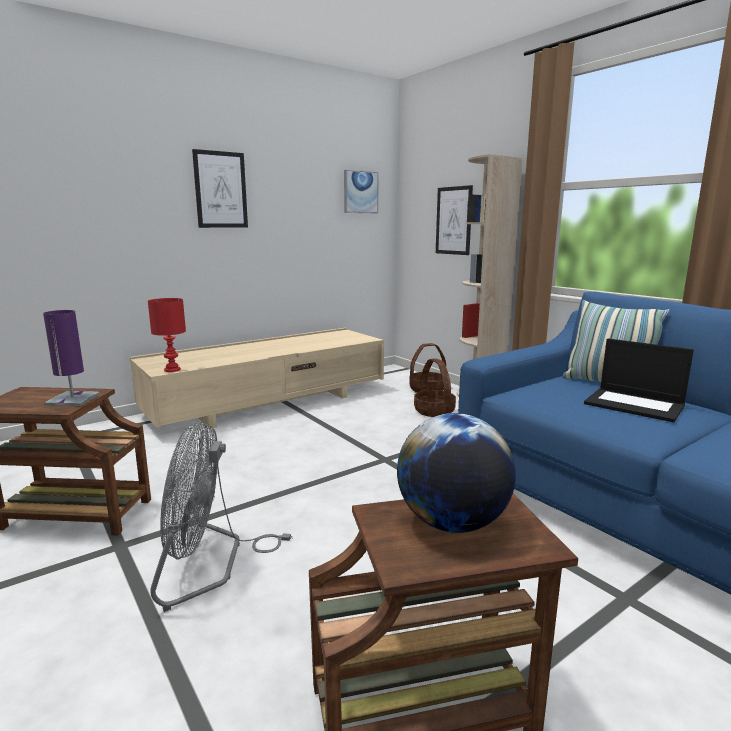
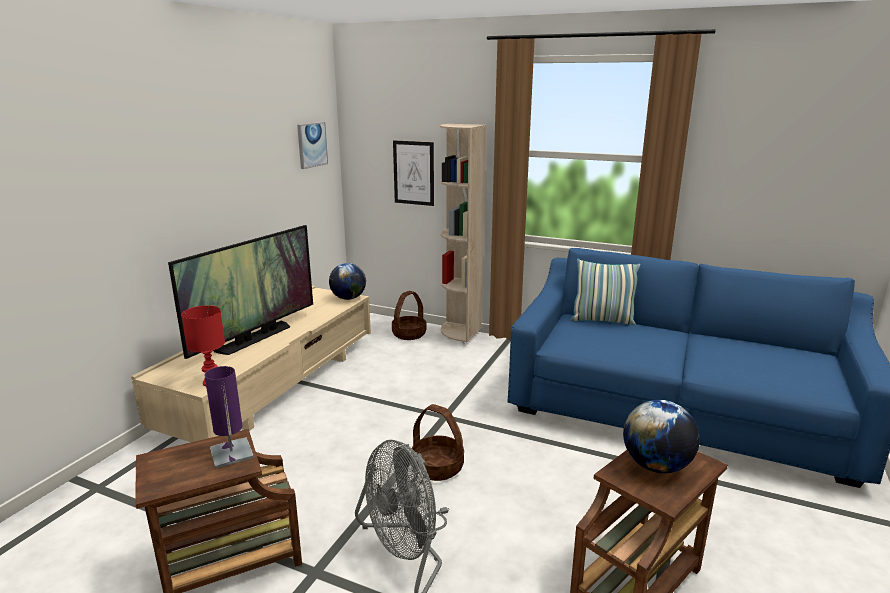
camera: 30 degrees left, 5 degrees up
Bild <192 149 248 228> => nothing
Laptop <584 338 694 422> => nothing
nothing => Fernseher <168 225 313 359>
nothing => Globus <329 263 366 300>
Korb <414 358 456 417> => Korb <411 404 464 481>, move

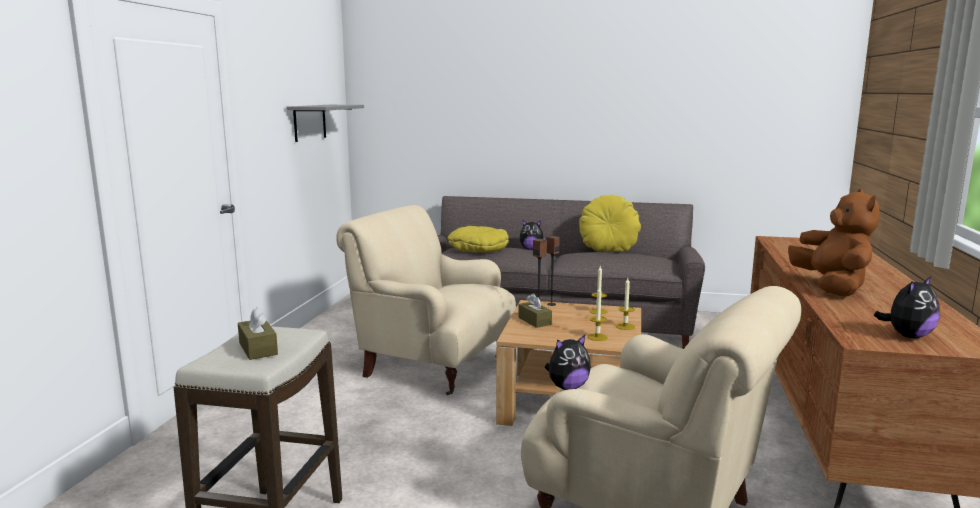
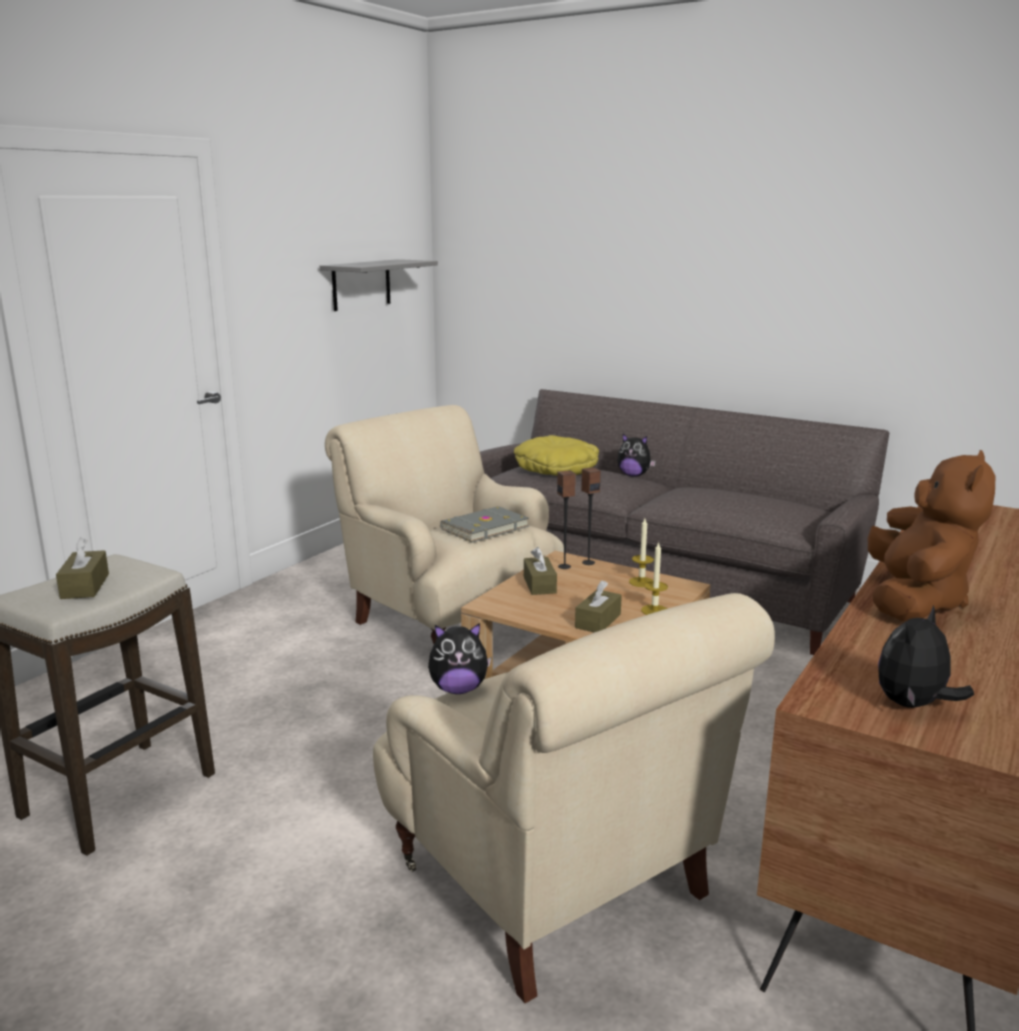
camera: 20 degrees right, 5 degrees up
Kissen (gelb) <579 195 641 252> => nothing
nothing => Buch (grau) <440 506 529 542>
Kerze <588 286 608 341> => Taschentuchbox (braun) <575 581 622 632>
Plüschtier <874 276 940 338> => Plüschtier <878 605 974 708>, 150 degrees clockwise

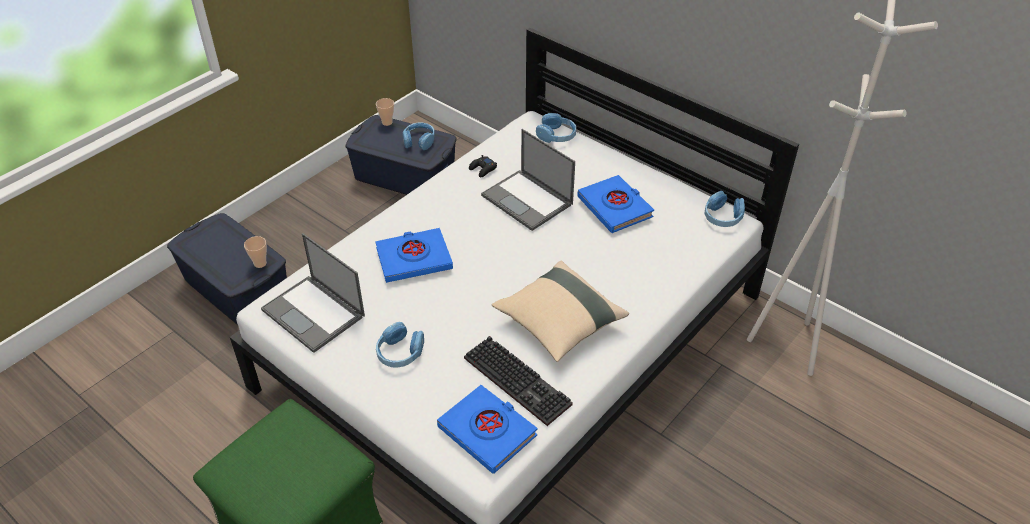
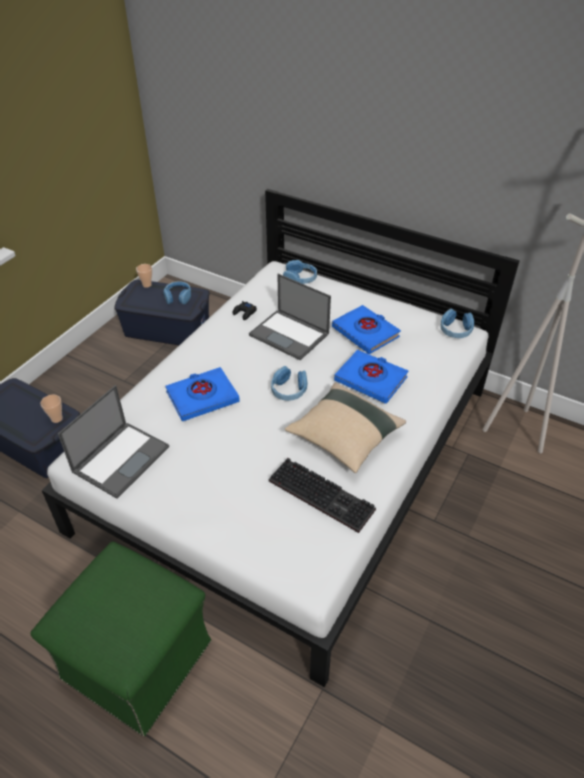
camera: 10 degrees left, 0 degrees up
Kopfhörer (blau) <376 322 424 368> => Kopfhörer (blau) <271 366 307 401>, move
Buch (blau) <437 385 538 474> => Buch (blau) <334 350 408 404>, move
Laptop <261 233 365 353> => Laptop <58 385 169 499>, 90 degrees counterclockwise

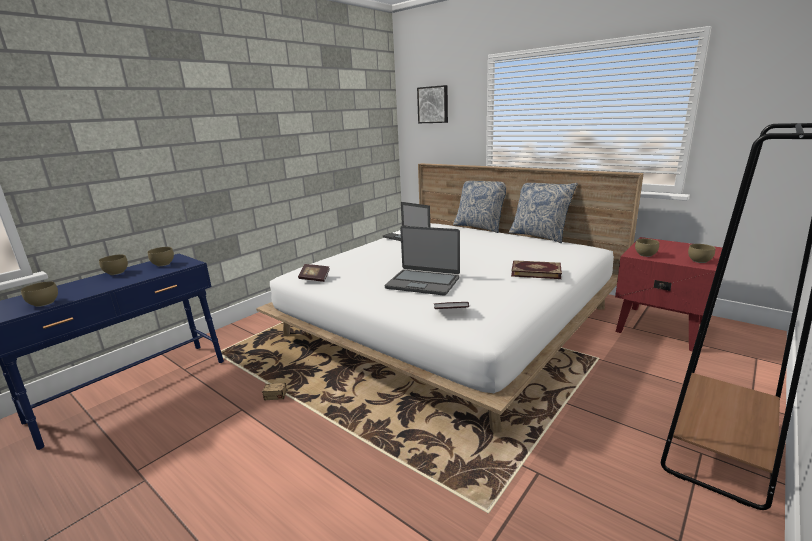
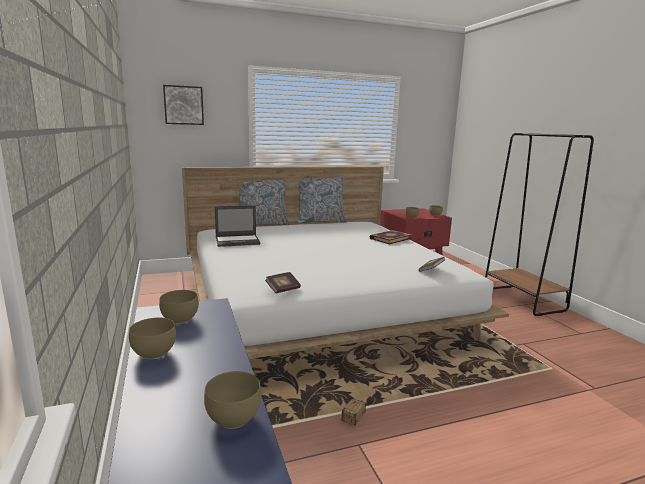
camera: 60 degrees left, 5 degrees down
Laptop <385 226 460 296> => nothing

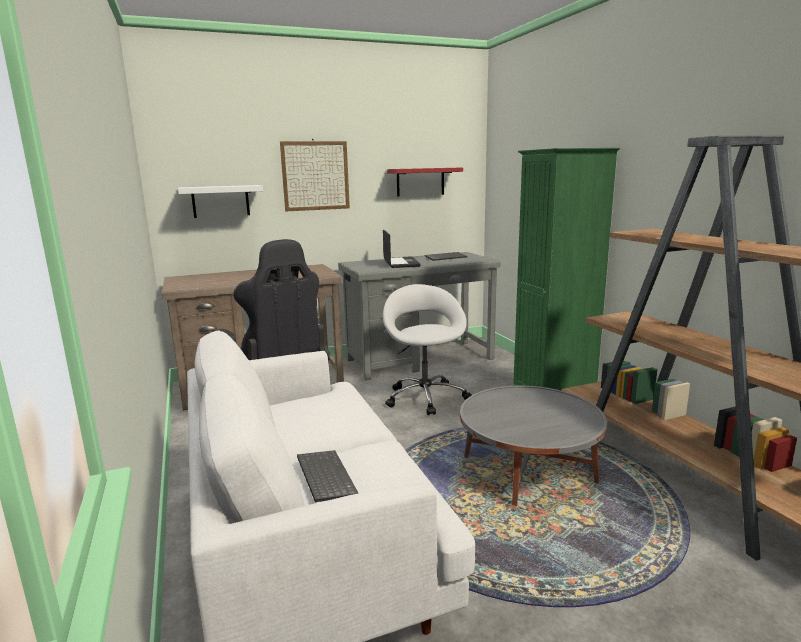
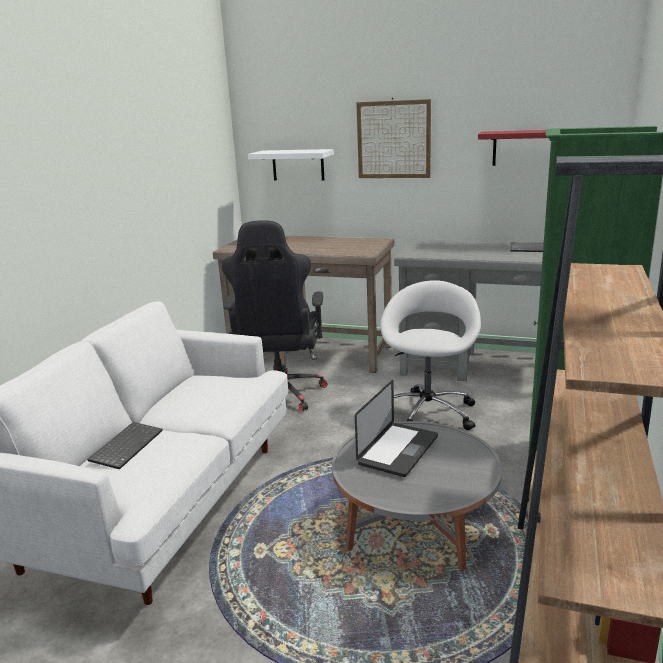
camera: 40 degrees right, 5 degrees up
Laptop <383 229 421 268> => Laptop <355 380 438 477>, move

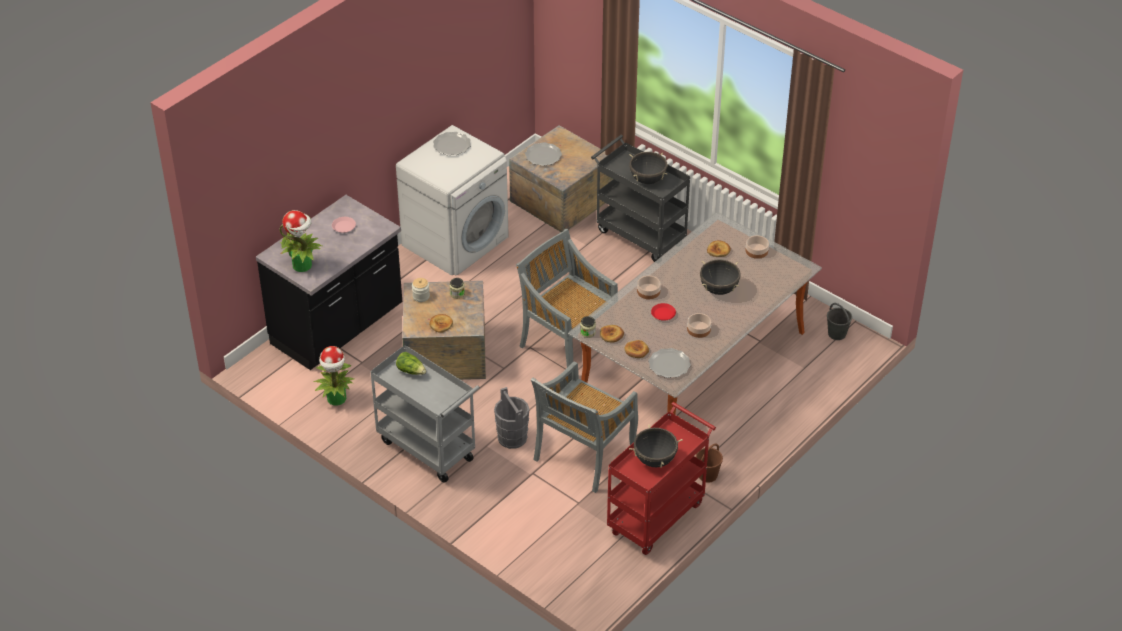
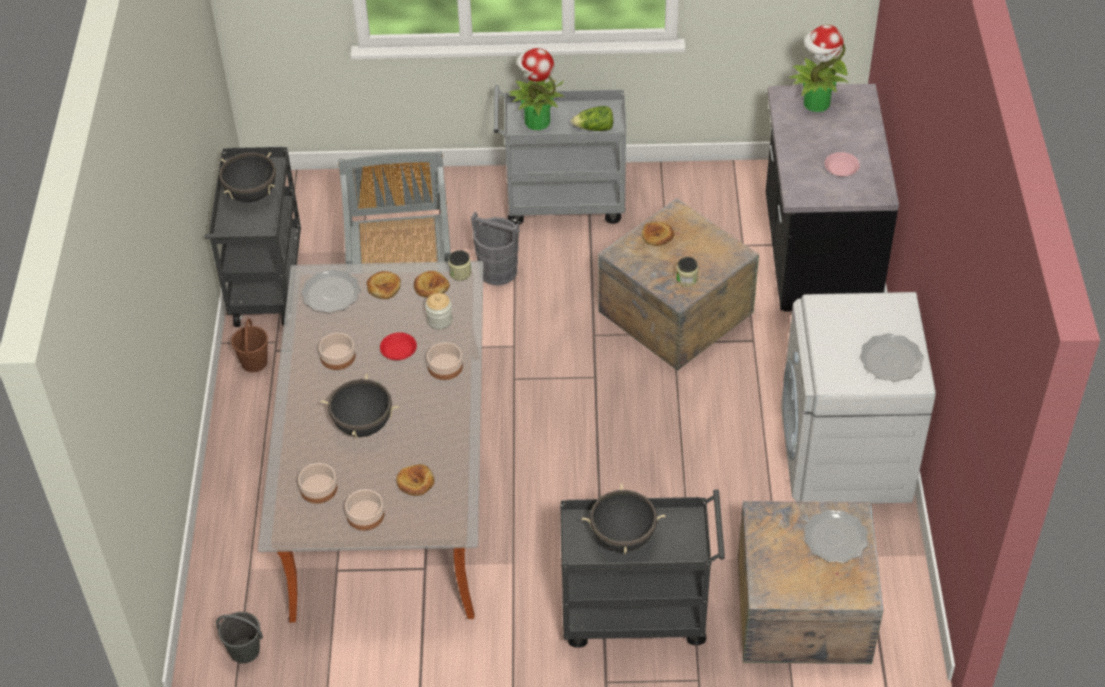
camera: 140 degrees right, 5 degrees up
Stuhl (grau) <516 229 618 368> => nothing
nothing => Schüssel <298 463 337 504>
Topfpflanze <314 346 354 406> => Topfpflanze <508 48 565 130>, move
Vorratsglas <412 278 430 302> => Vorratsglas <425 293 453 330>, move
Rollwagen (rot) <607 402 716 555> => Rollwagen (grau) <205 147 301 327>

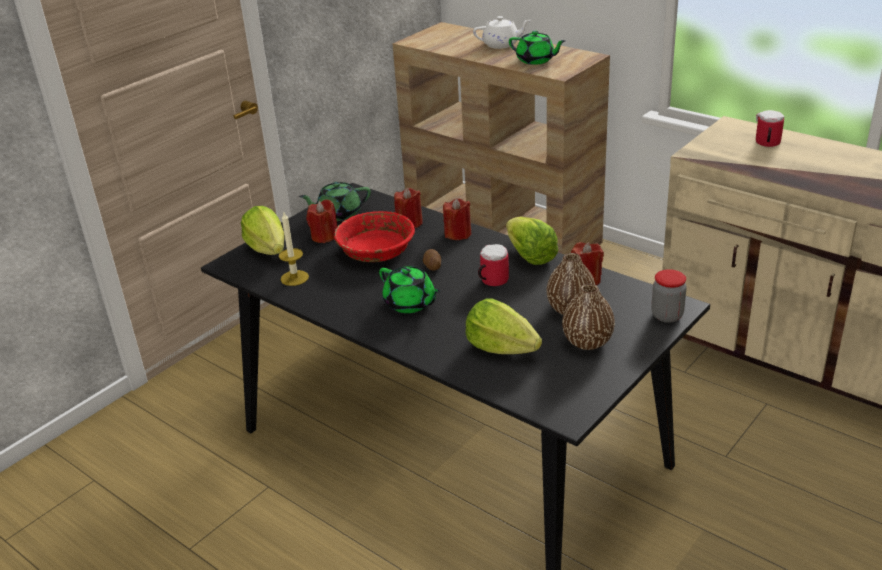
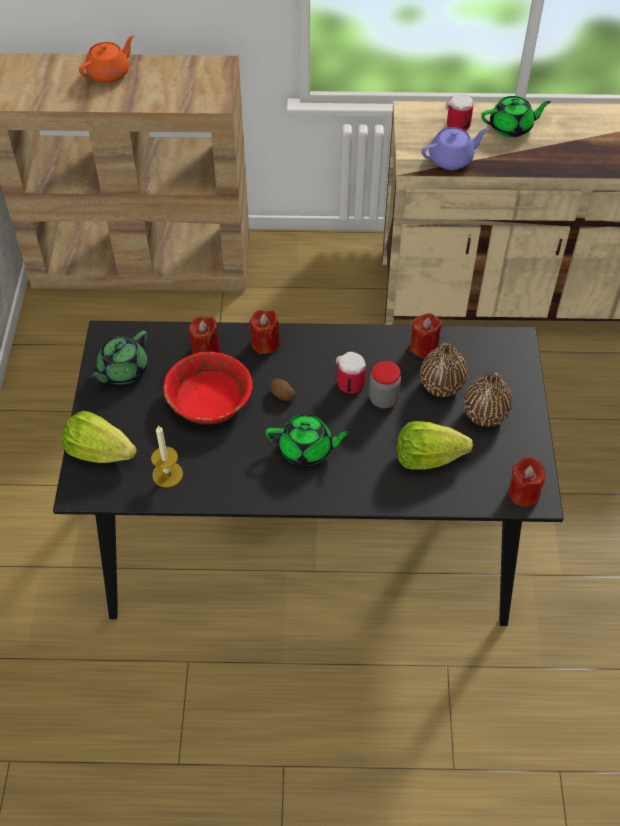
camera: 40 degrees left, 20 degrees up
Salatkopf <506 216 558 265> => nothing
nothing => Teekanne (lila) <421 127 489 170>
Kerze (rot) <306 199 338 243> => Kerze (rot) <508 457 546 506>, move
Teekanne (grün) <509 31 565 65> => Teekanne (grün) <481 96 551 138>, move
Vorratsglas <651 269 687 323> => Vorratsglas <369 361 401 408>, move
Teekanne (weiß) <473 16 531 49> => Teekanne (orange) <79 36 134 83>

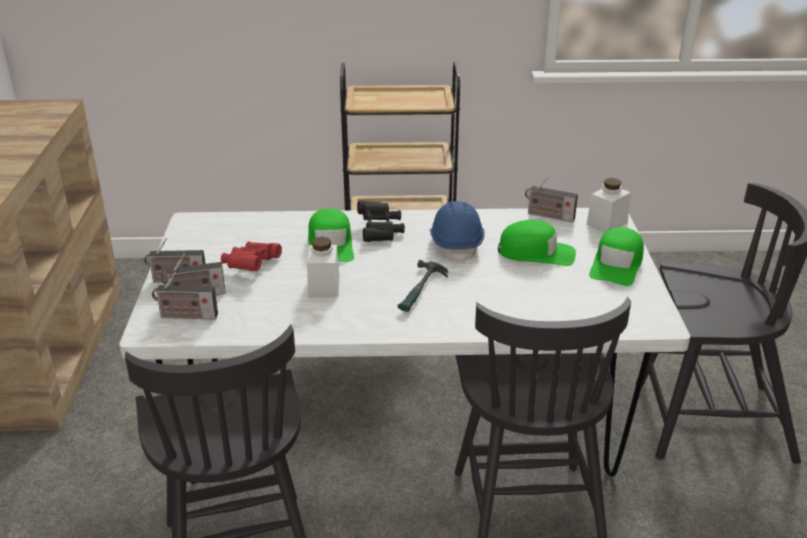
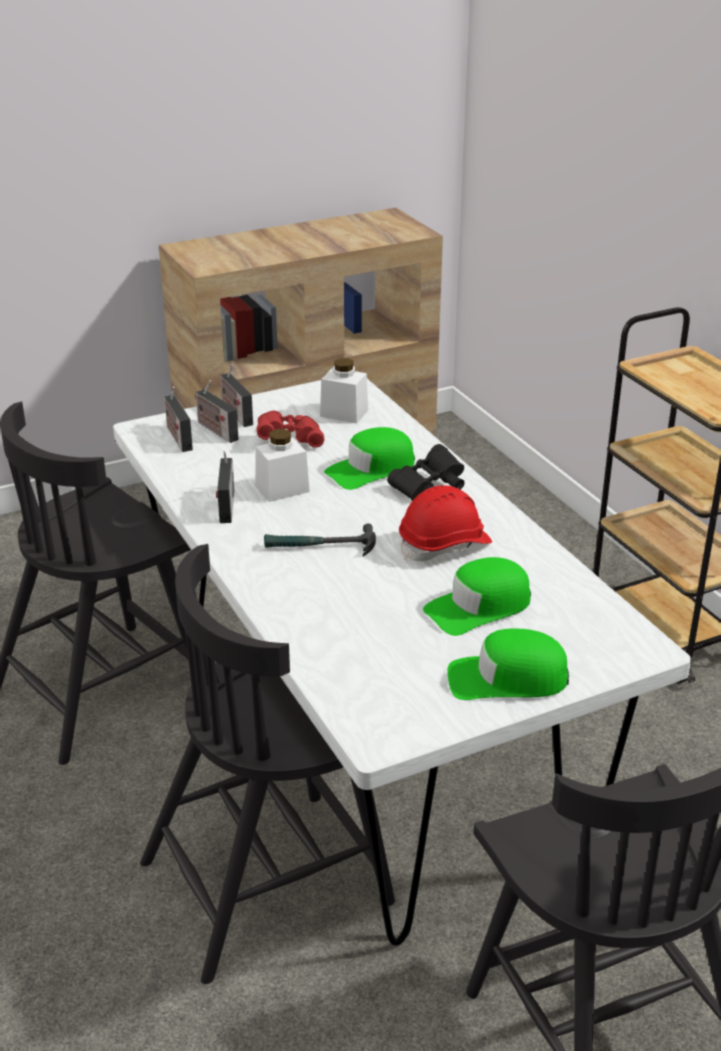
camera: 65 degrees right, 0 degrees up
Radio <525 176 578 222> => Radio <216 450 234 523>, move
Vorratsglas (weiß) <586 178 631 233> => Vorratsglas (weiß) <320 358 368 423>, move
Schutzhelm (blau) <430 201 485 264> => Schutzhelm (rot) <399 485 492 562>
Kappe (grün) <498 220 576 266> => Kappe (grün) <423 557 531 636>, 75 degrees clockwise

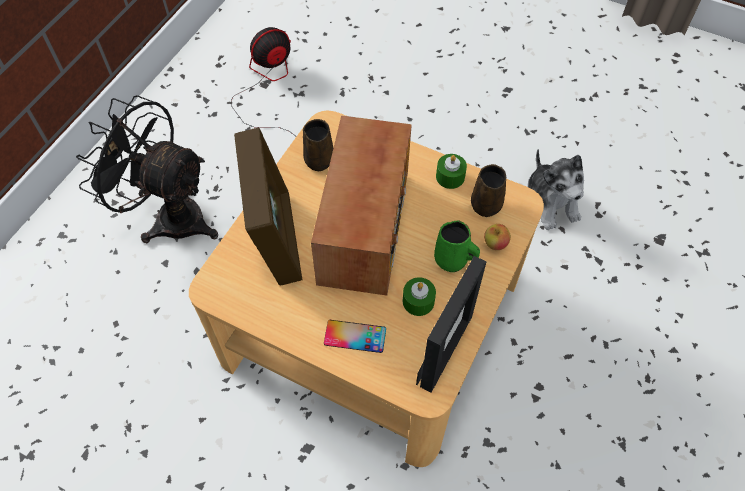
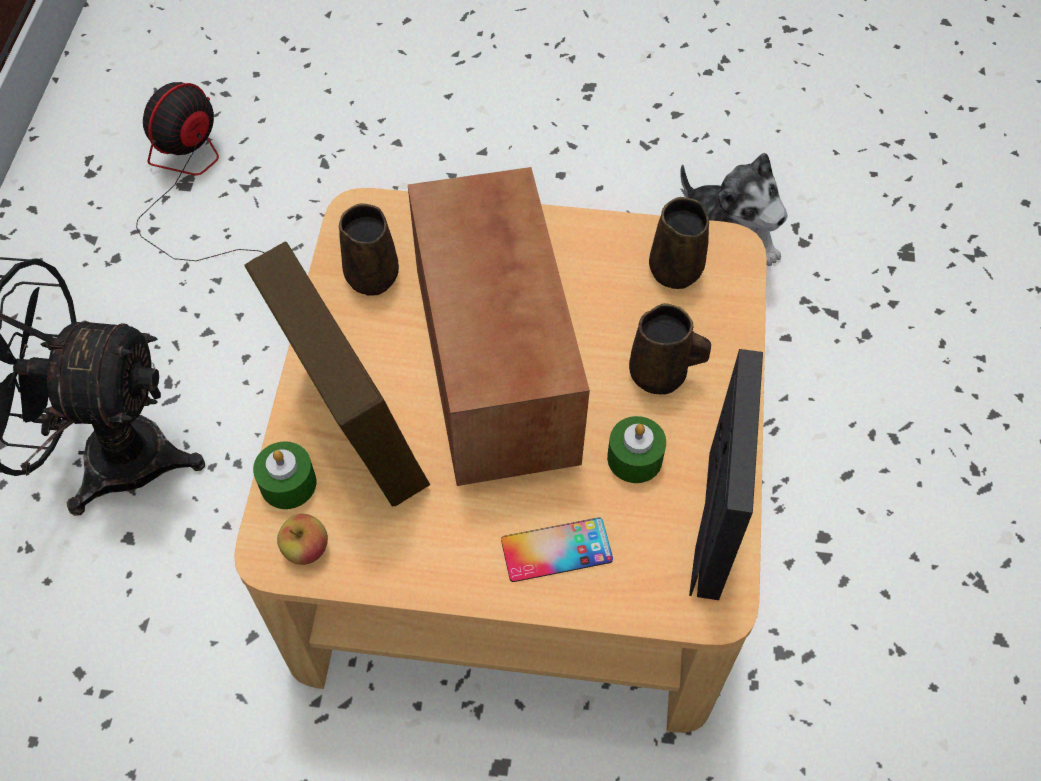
camera: 20 degrees left, 0 degrees up
Kerze (grün) <436 154 467 189> => Kerze (grün) <253 441 316 509>, move
Apfel <484 224 511 250> => Apfel <277 514 328 565>, move
Henkelbecher (grün) <434 220 480 272> => Henkelbecher (braun) <629 303 711 395>

